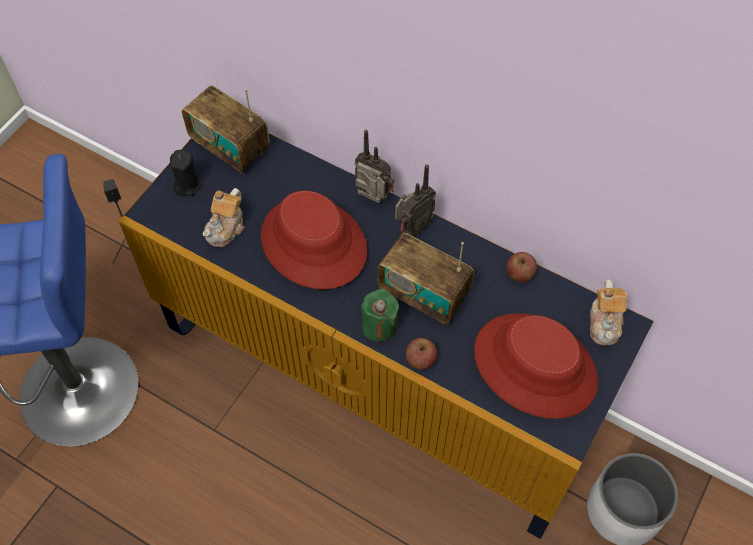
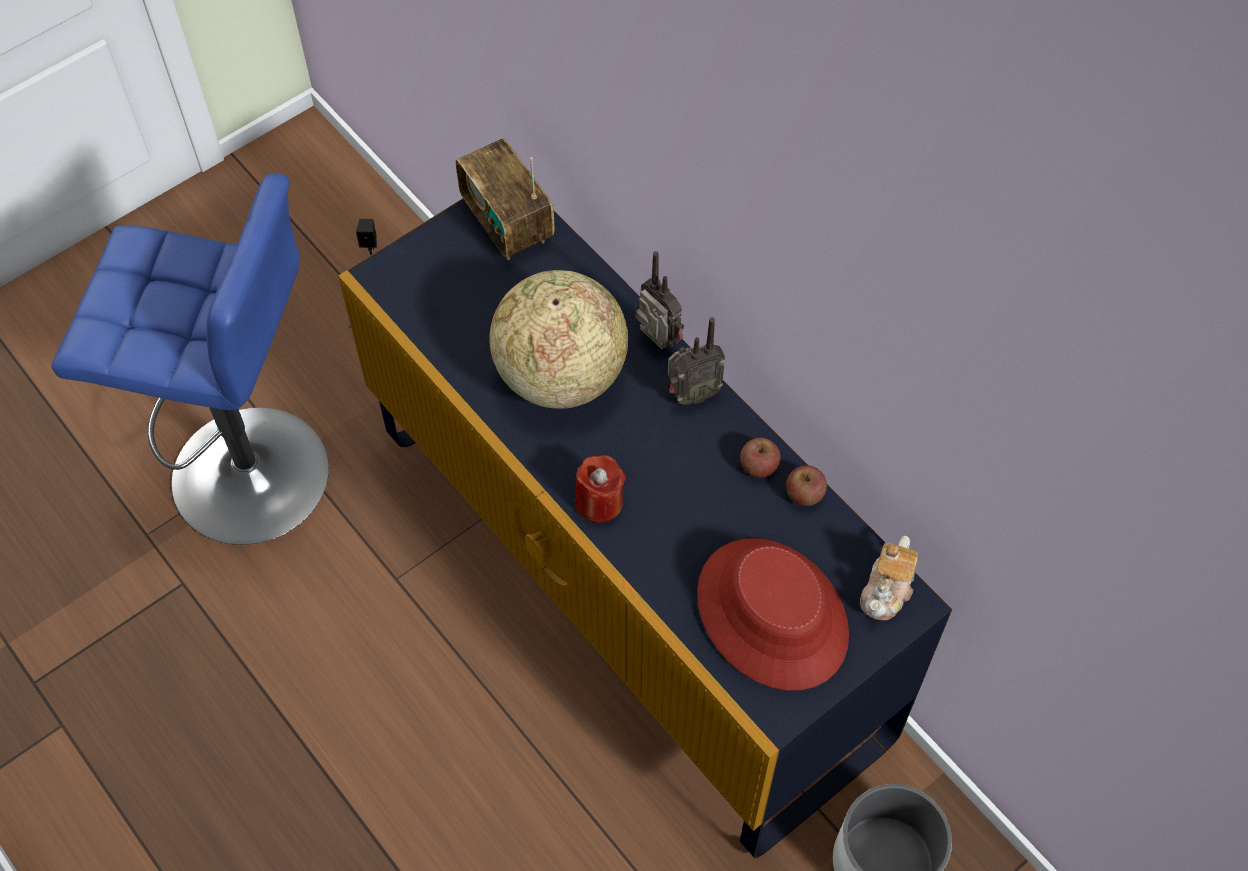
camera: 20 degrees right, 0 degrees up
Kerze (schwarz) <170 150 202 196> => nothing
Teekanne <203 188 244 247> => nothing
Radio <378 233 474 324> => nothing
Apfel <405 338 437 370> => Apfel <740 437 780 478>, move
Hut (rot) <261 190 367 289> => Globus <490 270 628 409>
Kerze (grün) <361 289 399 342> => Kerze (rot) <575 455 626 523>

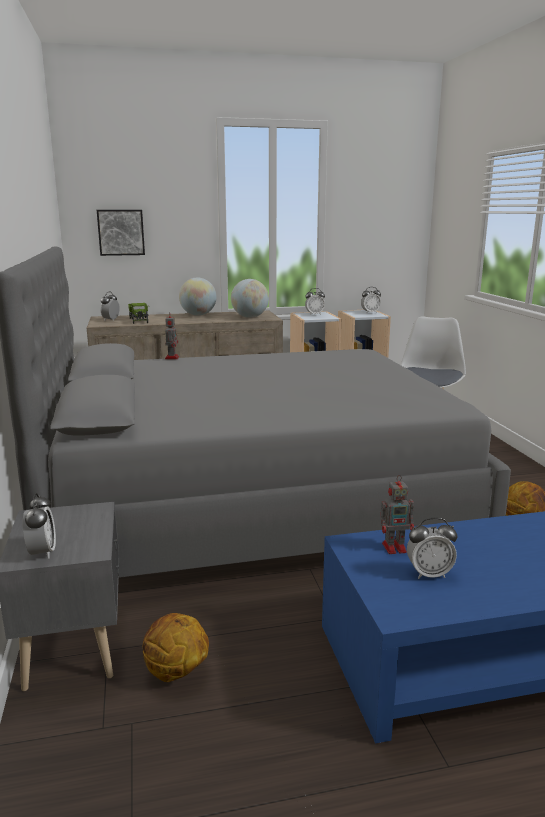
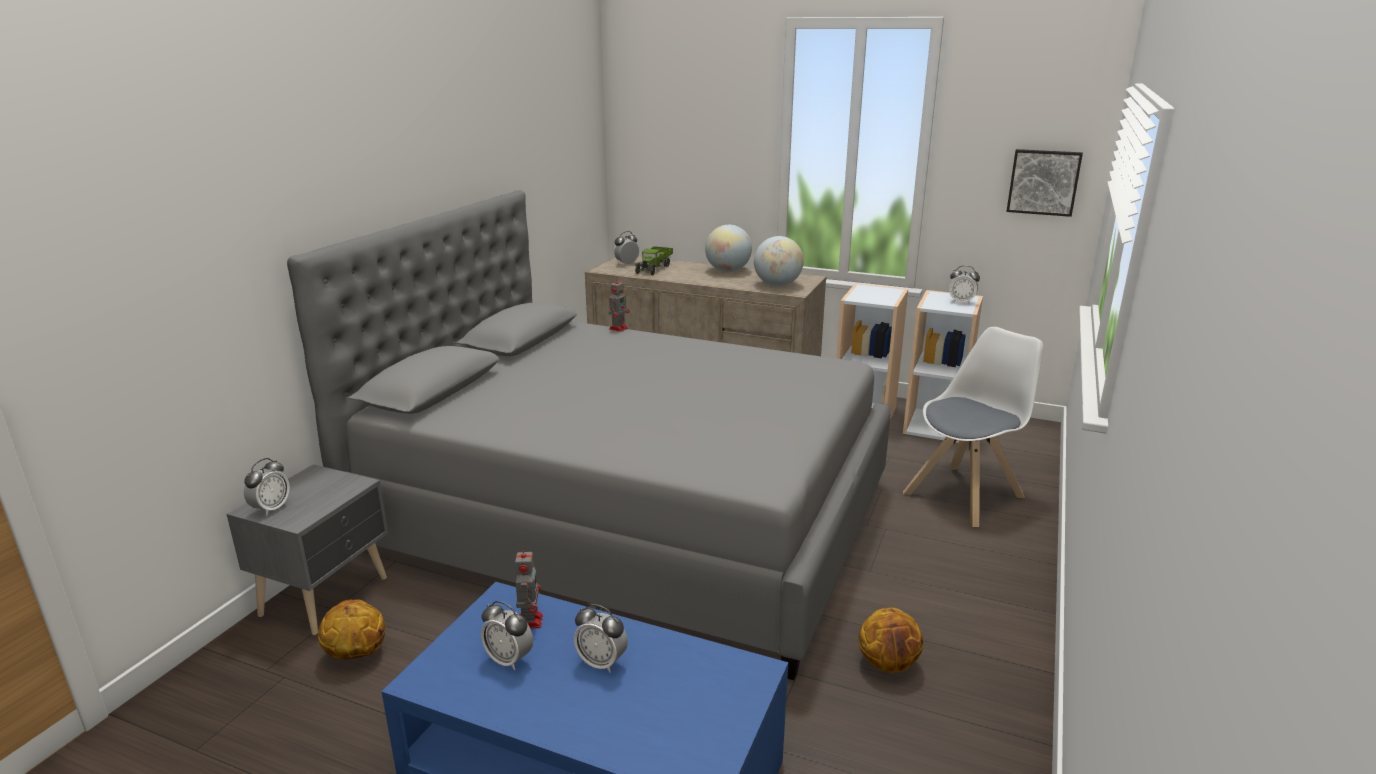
camera: 35 degrees right, 5 degrees up
Bild <97 210 145 256> => Bild <1006 149 1083 217>, move
Wecker <305 288 325 315> => Wecker <574 604 628 673>, move
Spielzeugroboter <381 475 414 554> => Spielzeugroboter <515 547 543 628>, 120 degrees counterclockwise

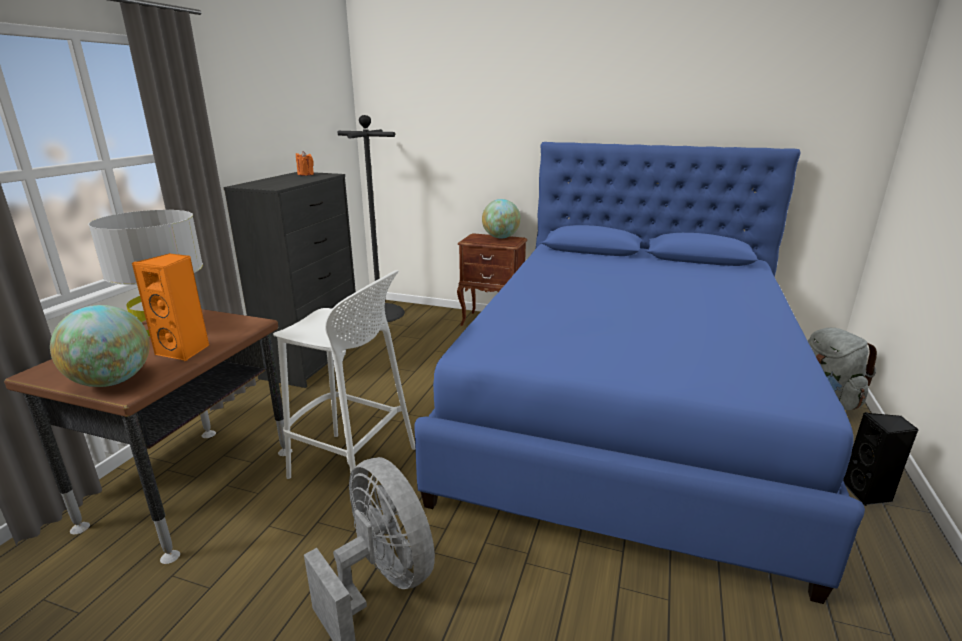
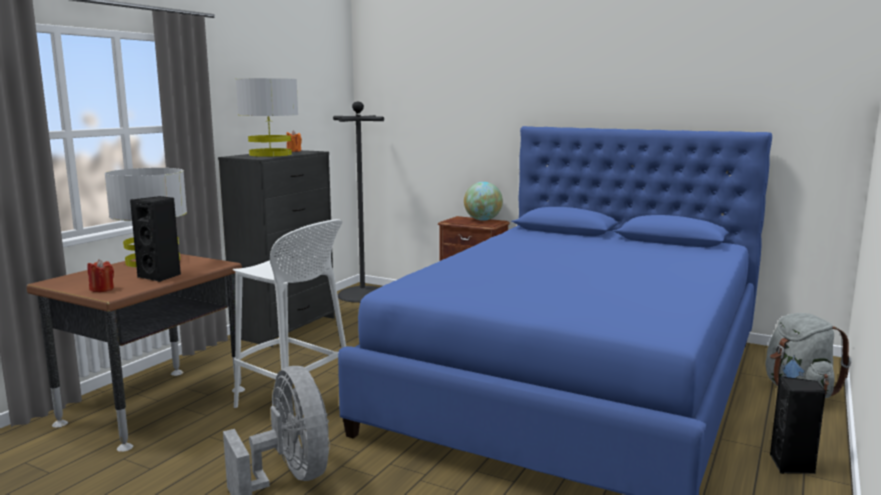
camera: 10 degrees right, 10 degrees down
nothing => Tischlampe (grau) <236 78 298 157>
Globus <50 305 150 387> => Kerze (rot) <88 259 114 292>
Lautsprecher (orange) <132 253 209 362> => Lautsprecher (schwarz) <130 196 181 282>

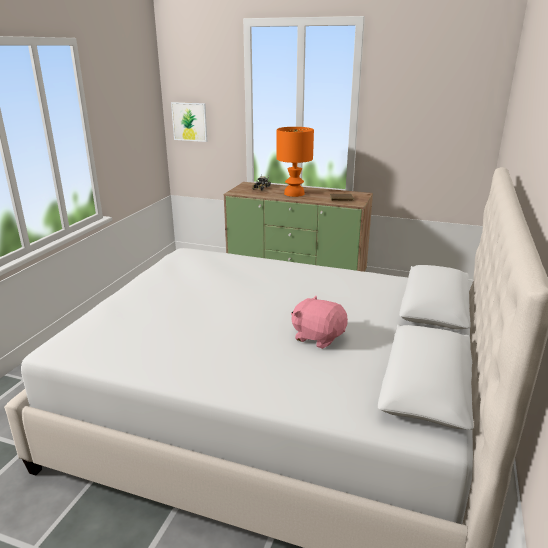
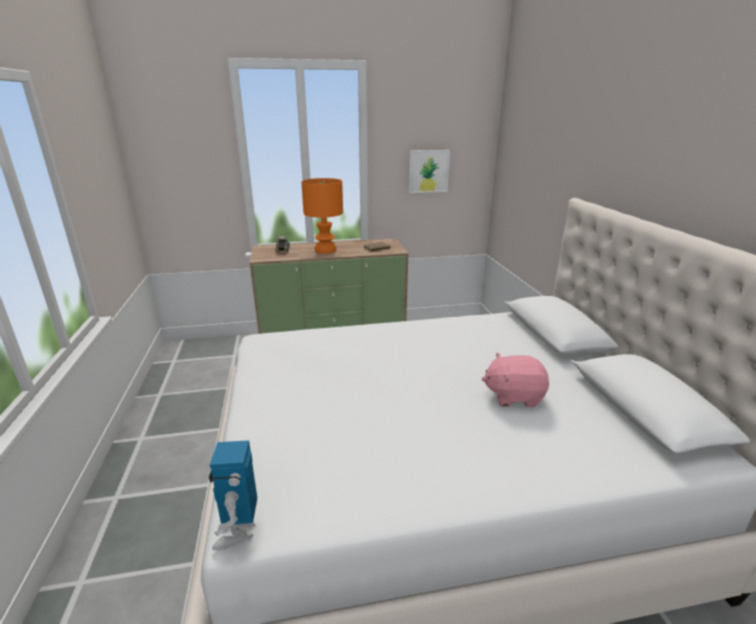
camera: 30 degrees left, 0 degrees up
nothing => Spielzeugroboter <209 440 257 551>
Bild <171 102 207 142> => Bild <408 150 450 193>, move

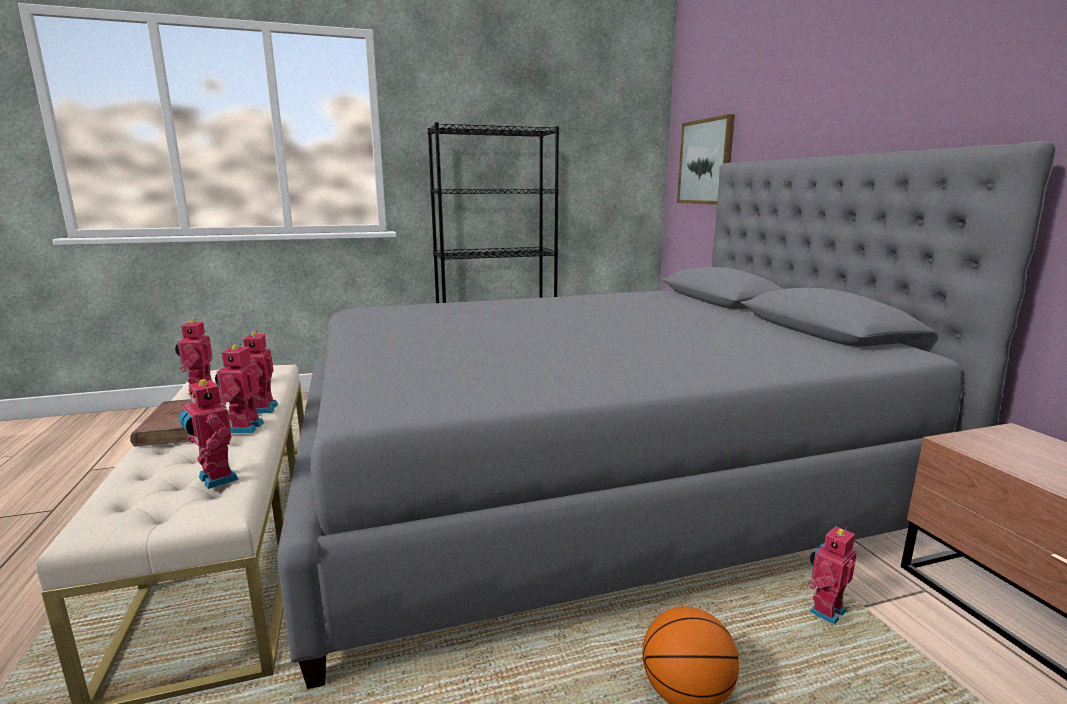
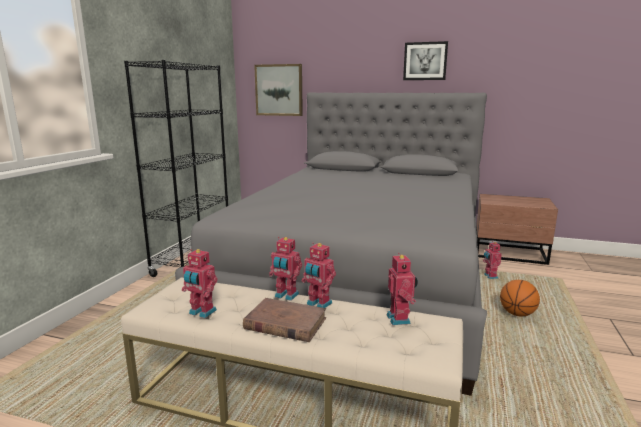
camera: 55 degrees left, 0 degrees up
nothing => Bild <403 41 448 80>
Spielzeugroboter <179 378 239 489> => Spielzeugroboter <387 253 418 325>, 90 degrees counterclockwise

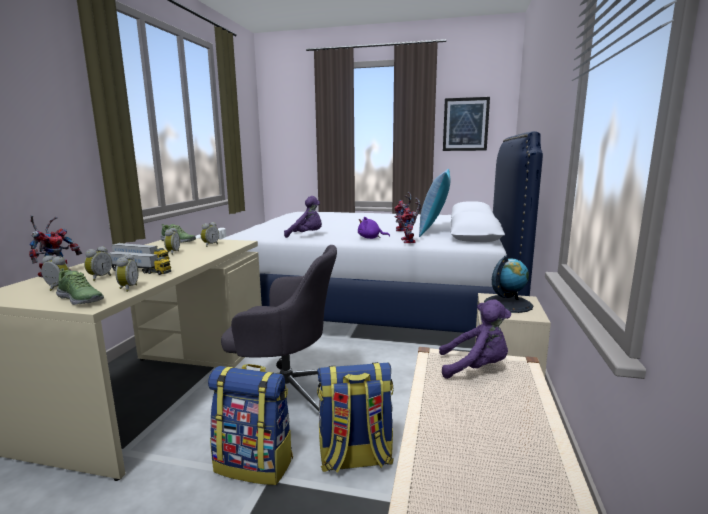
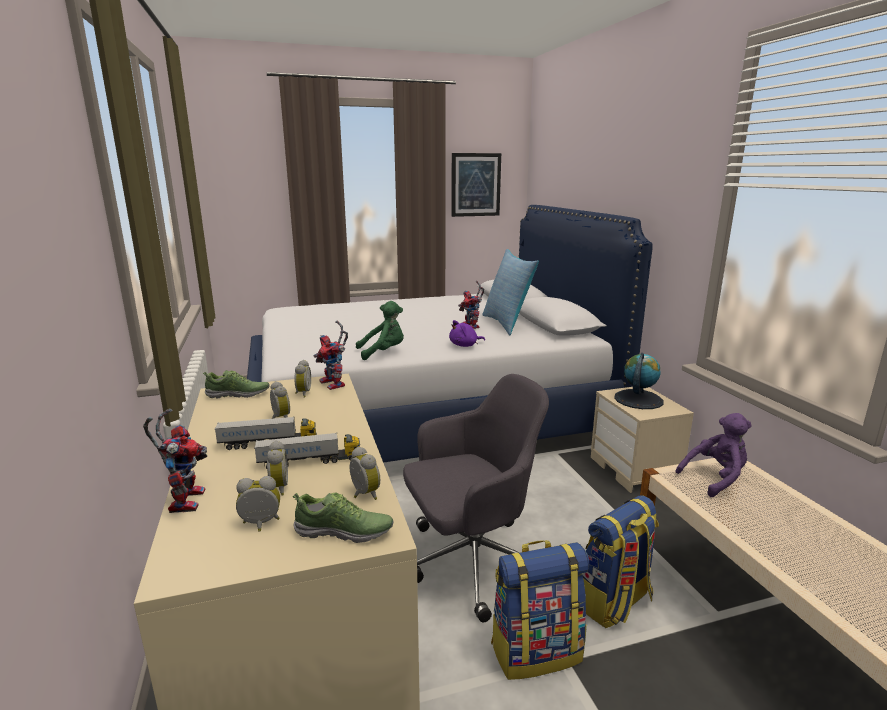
camera: 30 degrees left, 5 degrees up
Spielzeugroboter <399 197 421 243> => Spielzeugroboter <314 321 348 390>, move
Plüschtier (lila) <284 196 322 238> => Plüschtier (grün) <356 301 404 360>

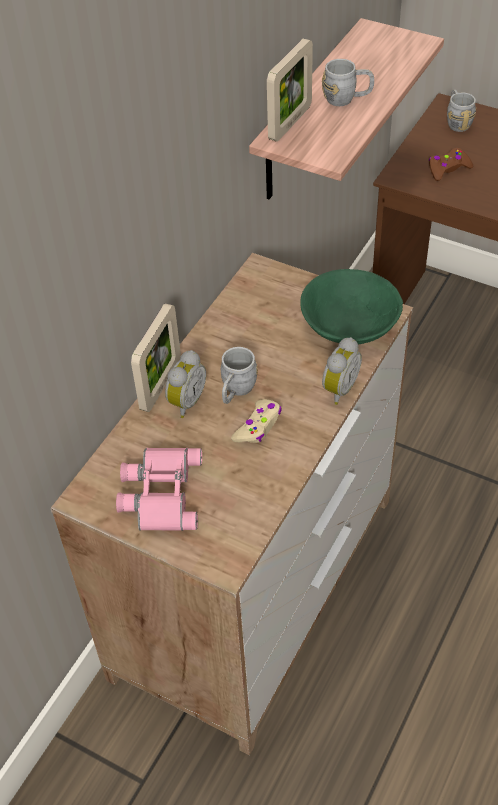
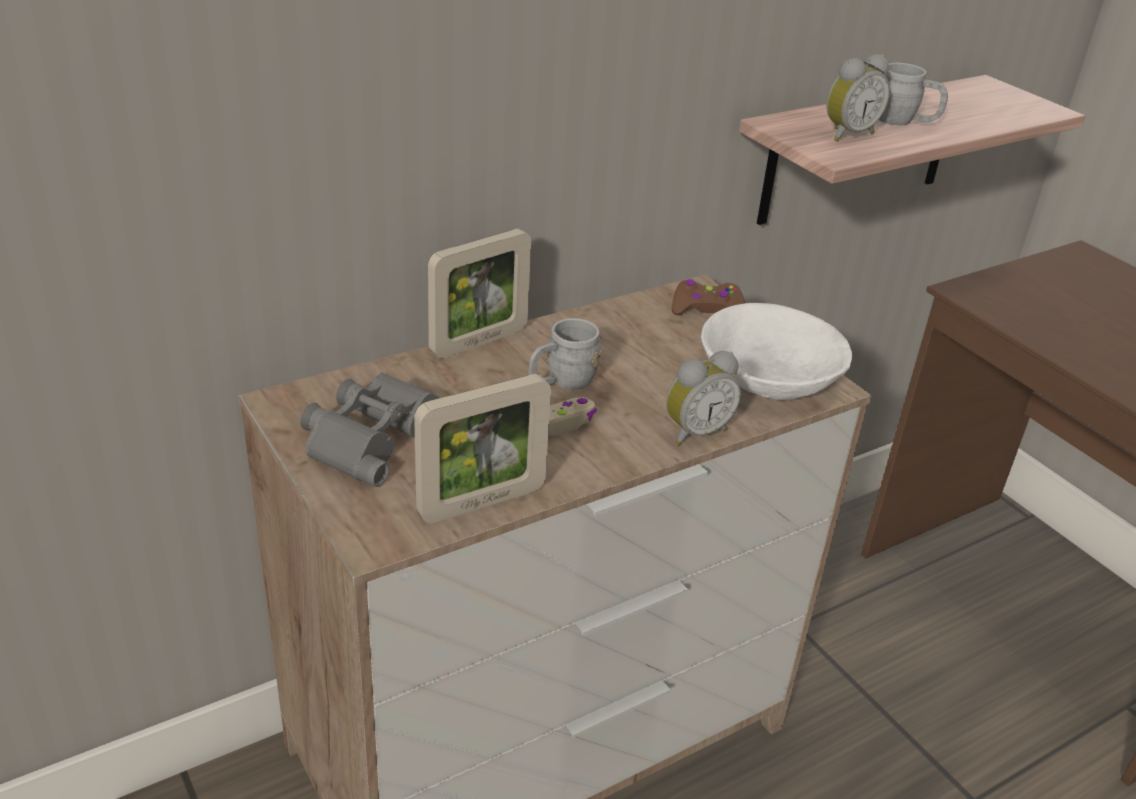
camera: 25 degrees right, 15 degrees down
Henkelbecher (grau) <447 90 476 132> => nothing
Wecker <165 350 206 418> => Wecker <826 54 890 142>, move
Bilderrahmen <267 38 313 142> => Bilderrahmen <414 374 551 523>, move
Gamepad (braun) <429 148 473 181> => Gamepad (braun) <672 279 745 315>, move
Fernglas (rosa) <116 448 202 531> => Fernglas (grau) <300 373 440 487>
Schüssel (grün) <300 269 403 344> => Schüssel (weiß) <701 303 852 400>

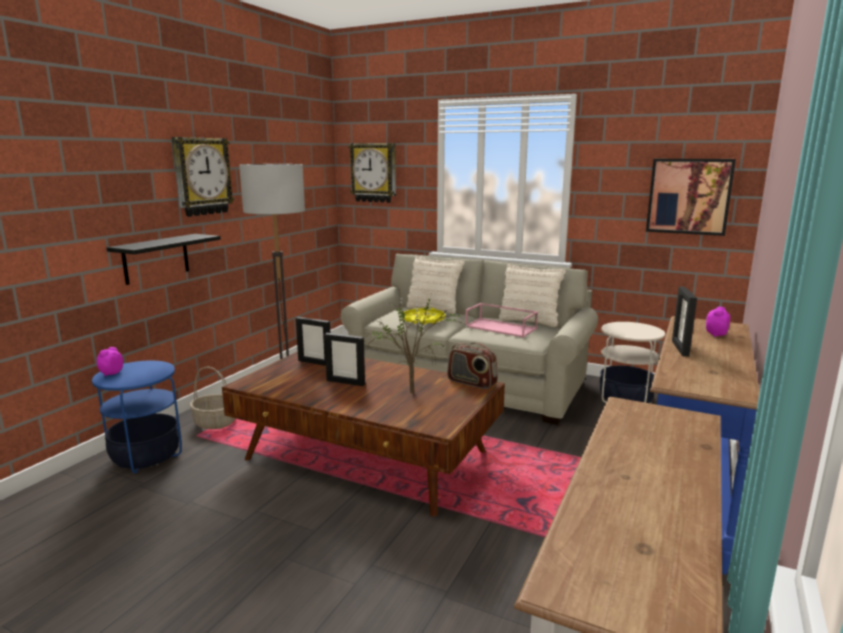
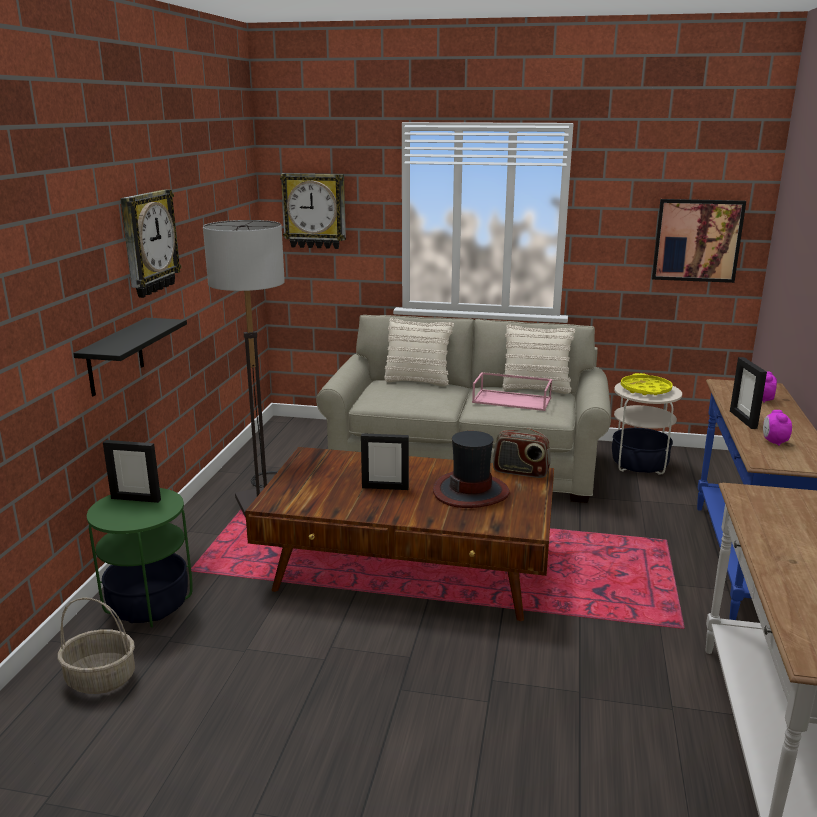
camera: 15 degrees left, 5 degrees up
Wecker <97 347 123 376> => Wecker <763 410 792 446>, move
Korb <190 367 235 429> => Korb <58 597 135 694>, move
Bilderrahmen <296 317 330 366> => Bilderrahmen <103 440 161 503>, move
Tablett (gelb) <403 307 445 325> => Tablett (gelb) <621 373 673 395>, move
Topfpflanze <362 295 470 393> => Hut <433 431 510 508>
Beistelltisch (blau) <92 360 182 473> => Beistelltisch (grün) <87 488 192 628>

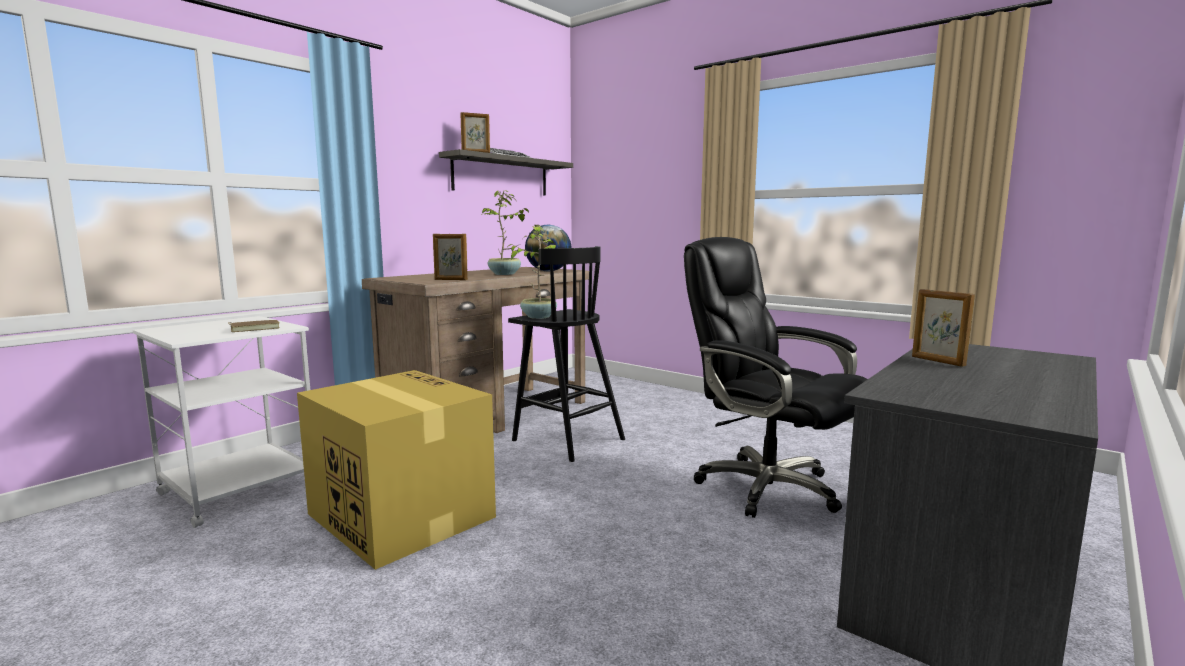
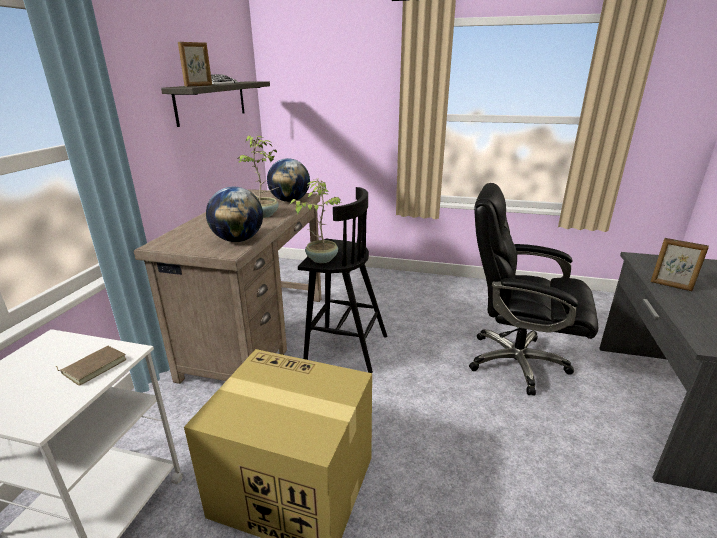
camera: 25 degrees left, 15 degrees up
Bilderrahmen <433 234 468 280> => Globus <206 187 263 242>

